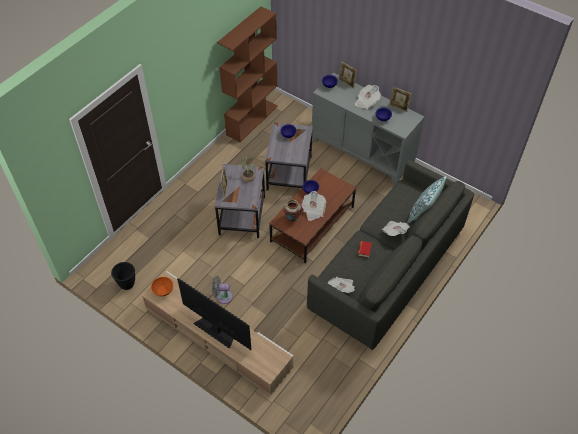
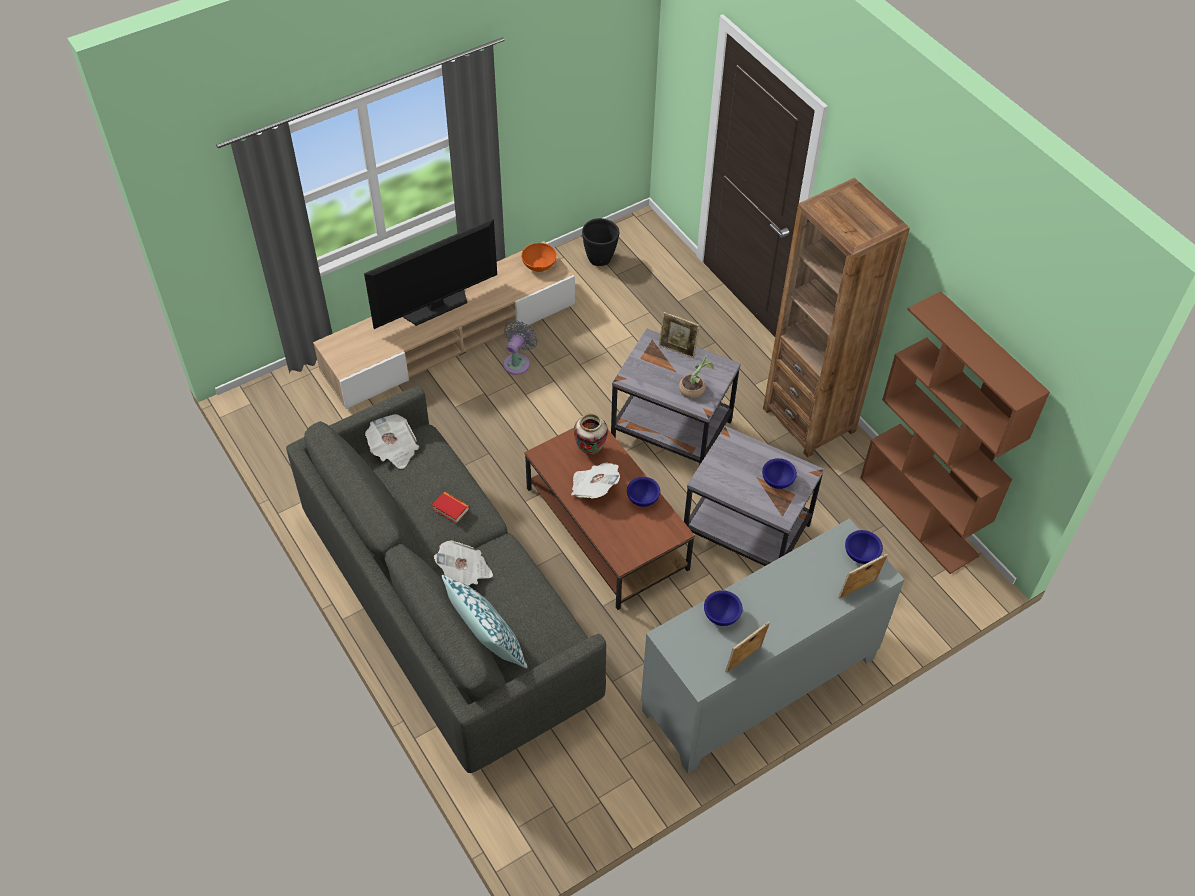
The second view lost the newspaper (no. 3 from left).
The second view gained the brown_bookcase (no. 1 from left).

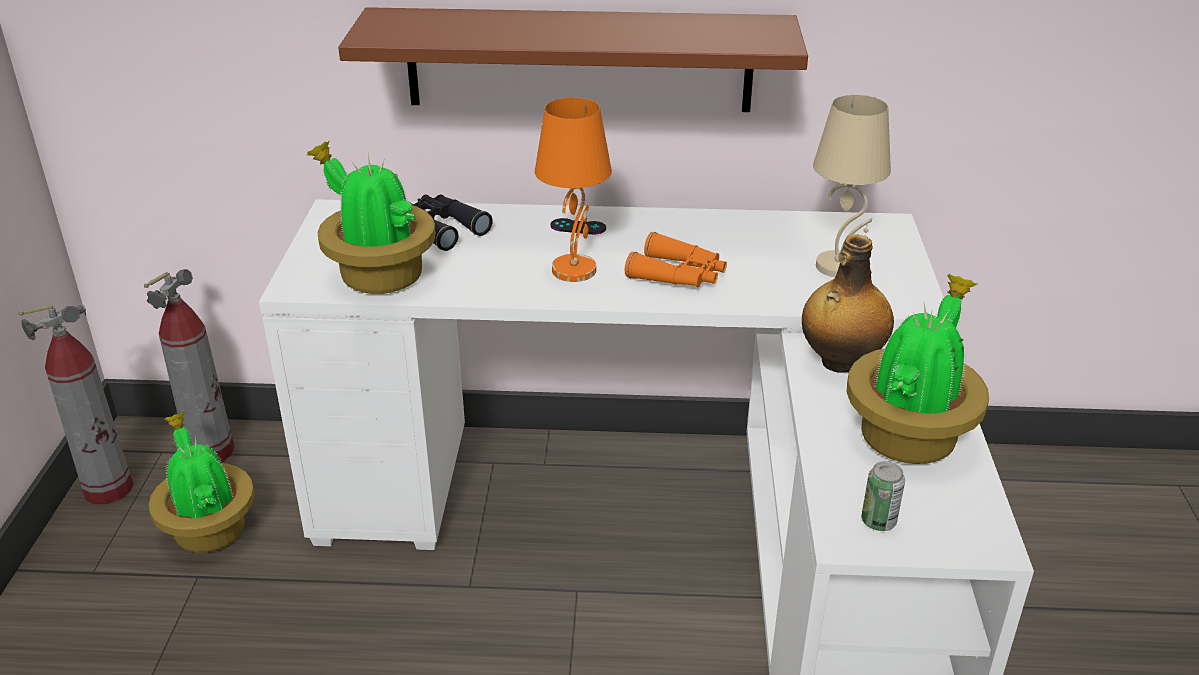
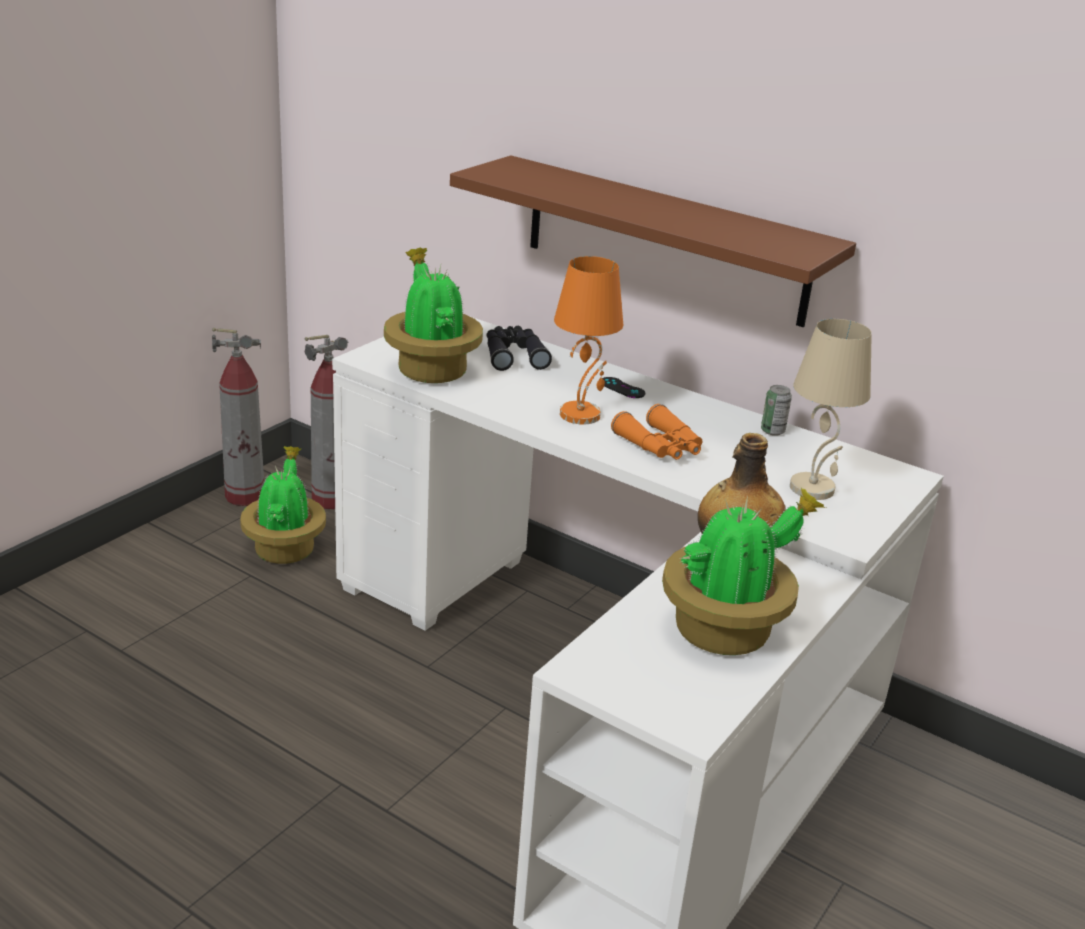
The can ended up elsewhere.

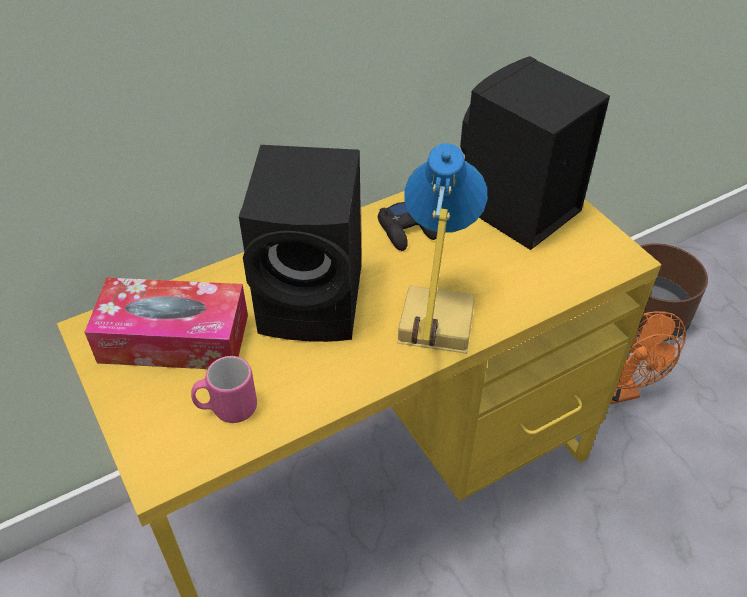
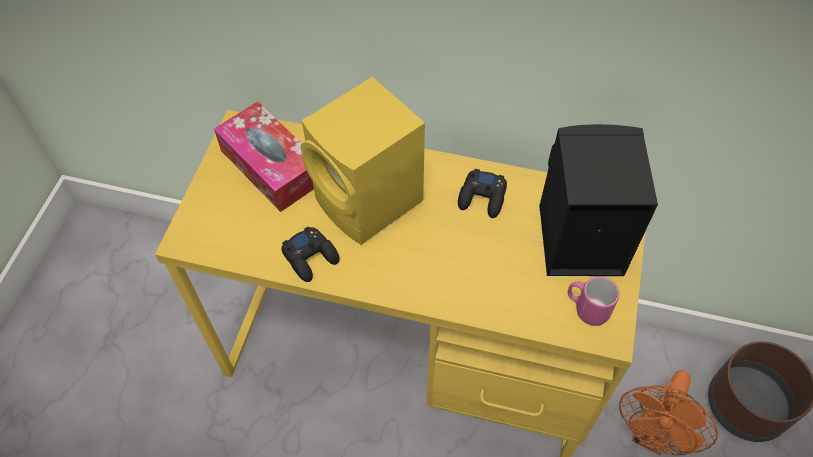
The pink_mug ended up elsewhere.
What was the black_speaker (no. 1 from left) turned into the yellow_speaker.
The second view lost the table_lamp.
The second view gained the black_game_controller (no. 1 from left).

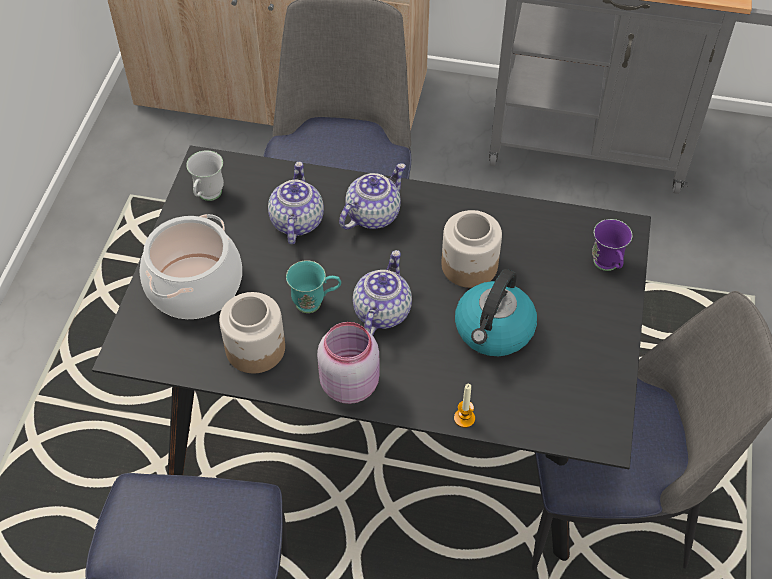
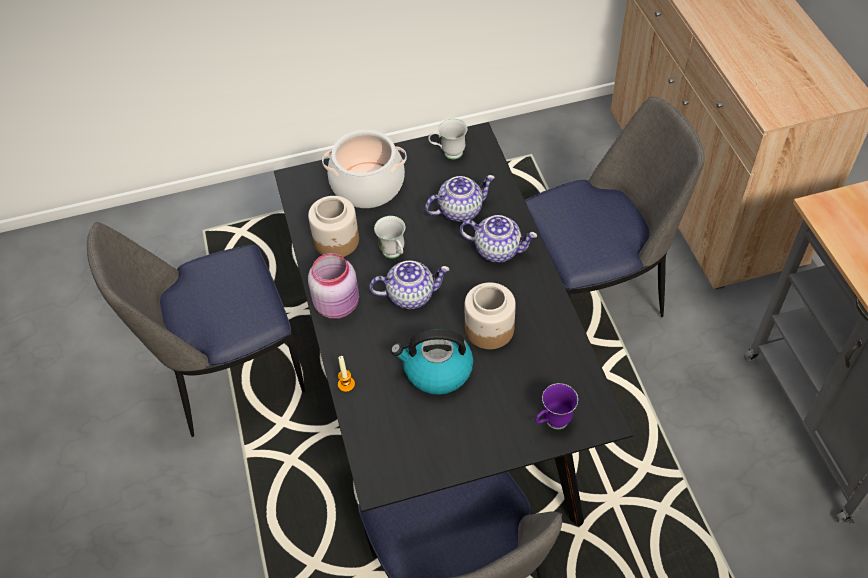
What was the turquoise_mug turned into the white_mug (no. 1 from left).

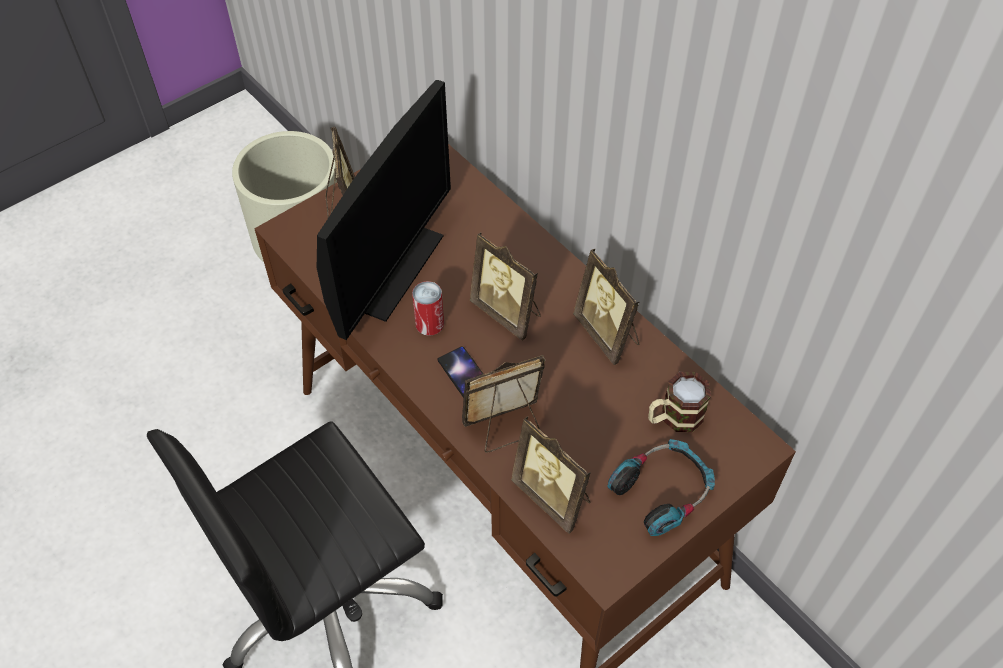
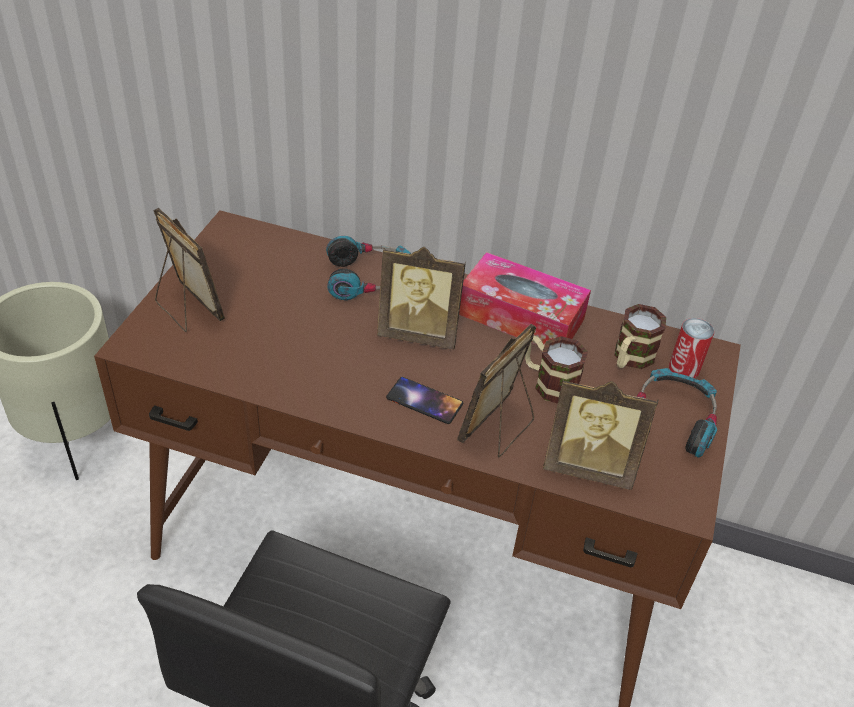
The second view lost the monitor.
The can ended up elsewhere.
Where the picture_frame (no. 5 from left) stood, the tissue_box came to stand.
The second view gained the headphones (no. 1 from left).
The second view gained the mug (no. 1 from left).

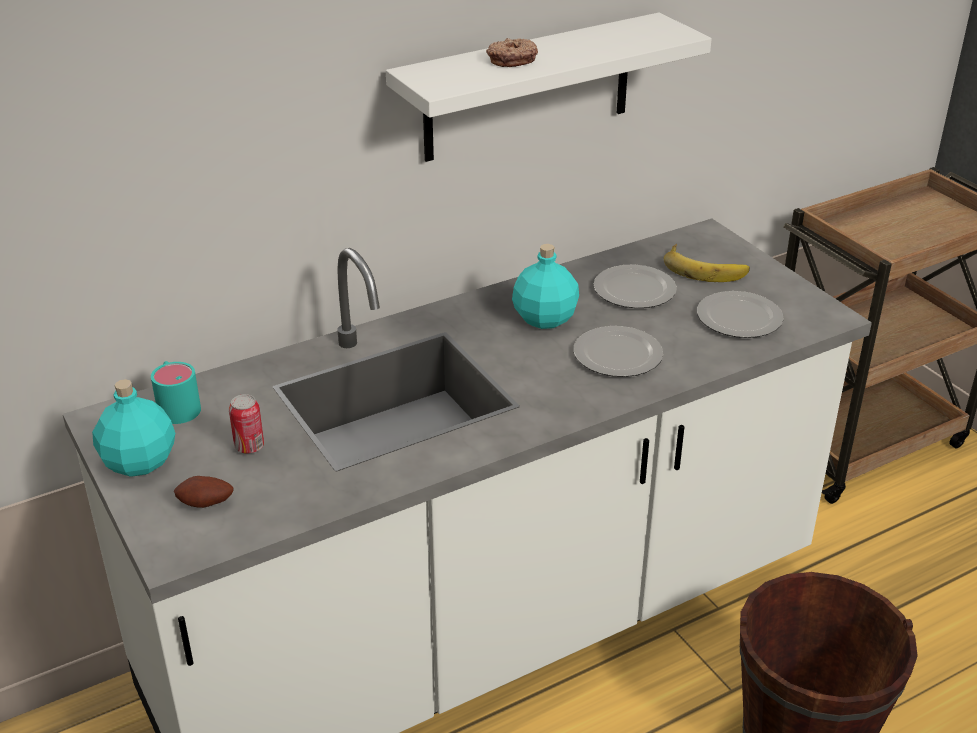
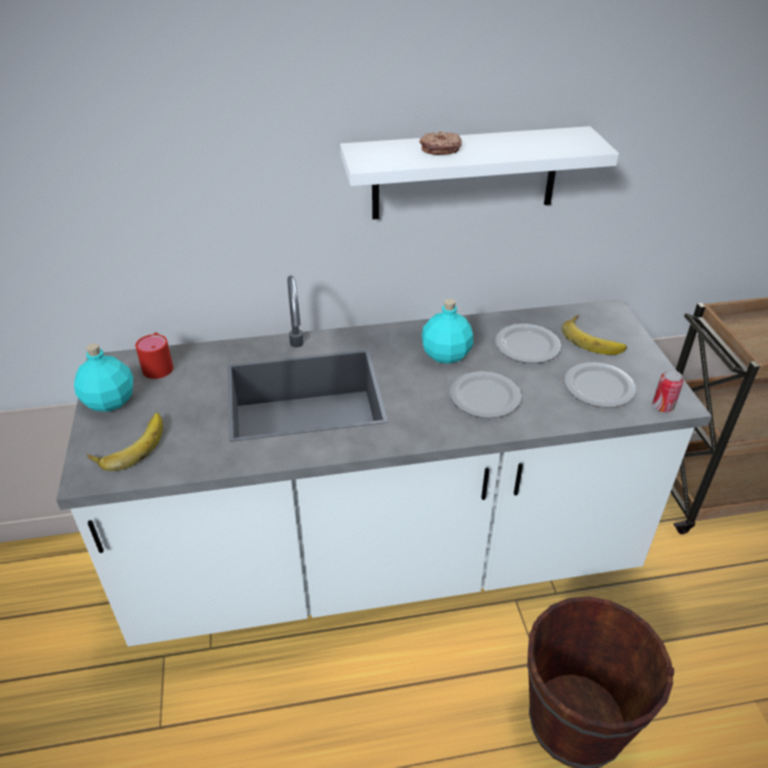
What was the turquoise_mug turned into the red_mug.
Where the potato stood, the banana (no. 1 from left) came to stand.
The can ended up elsewhere.

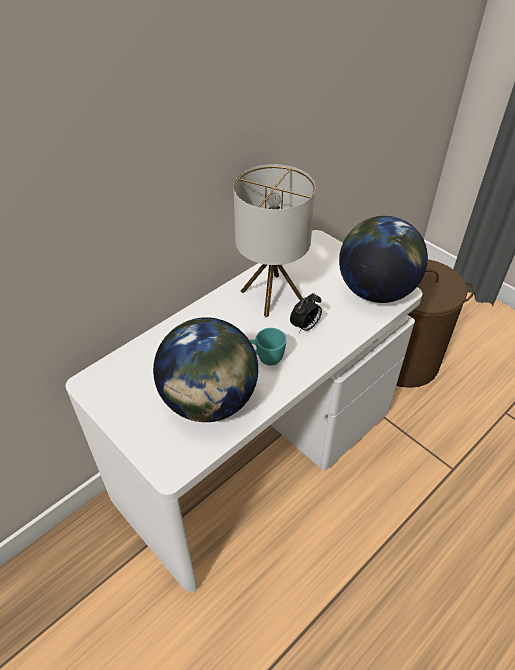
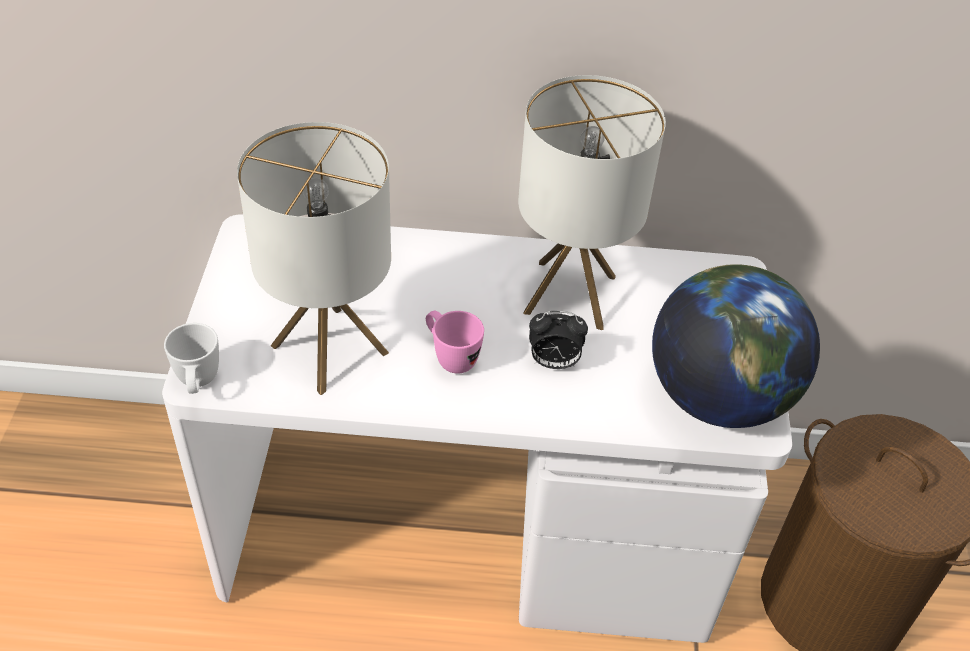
Where the globe (no. 1 from left) stood, the table_lamp (no. 1 from left) came to stand.
What was the turquoise_mug turned into the pink_mug.
The second view gained the white_mug.

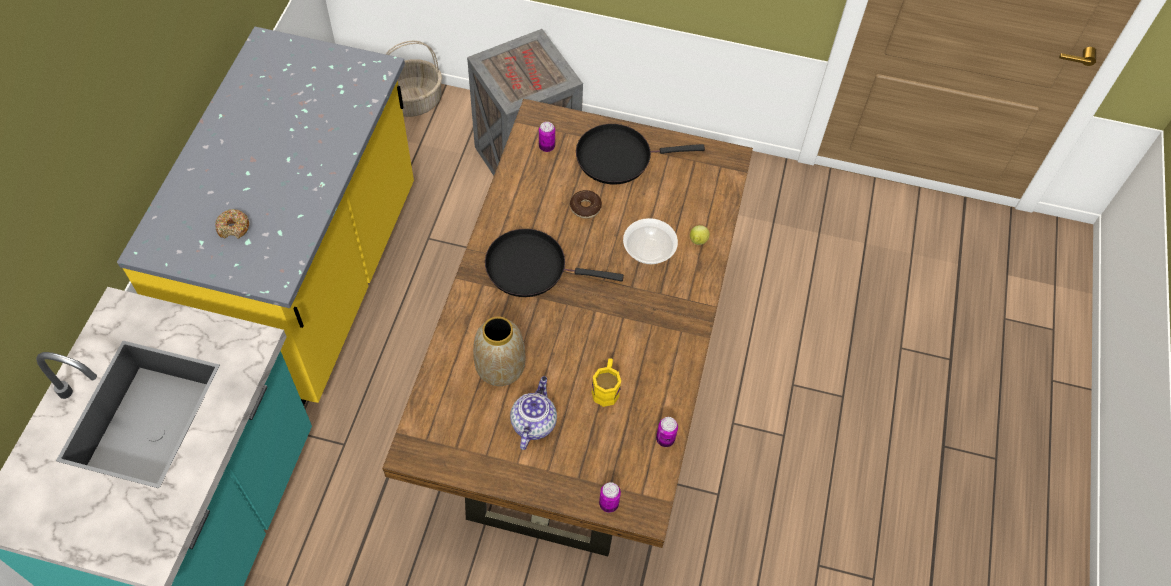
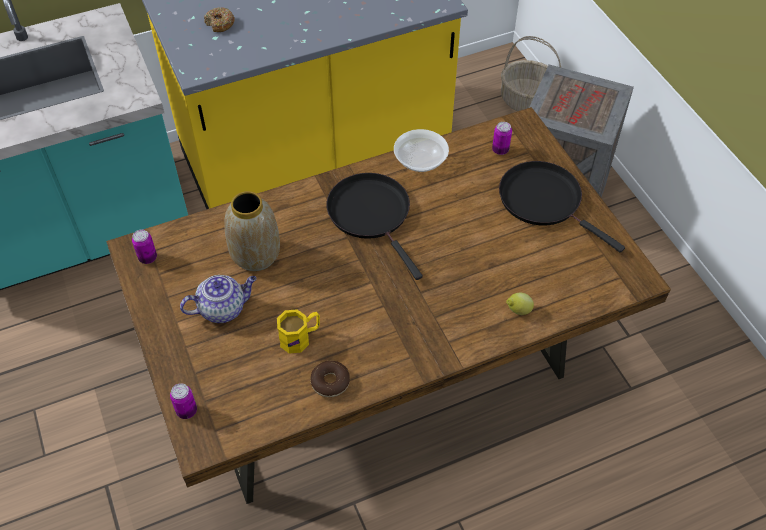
The donut (no. 2 from left) ended up elsewhere.
The bowl ended up elsewhere.
The can (no. 3 from left in the first image) ended up elsewhere.

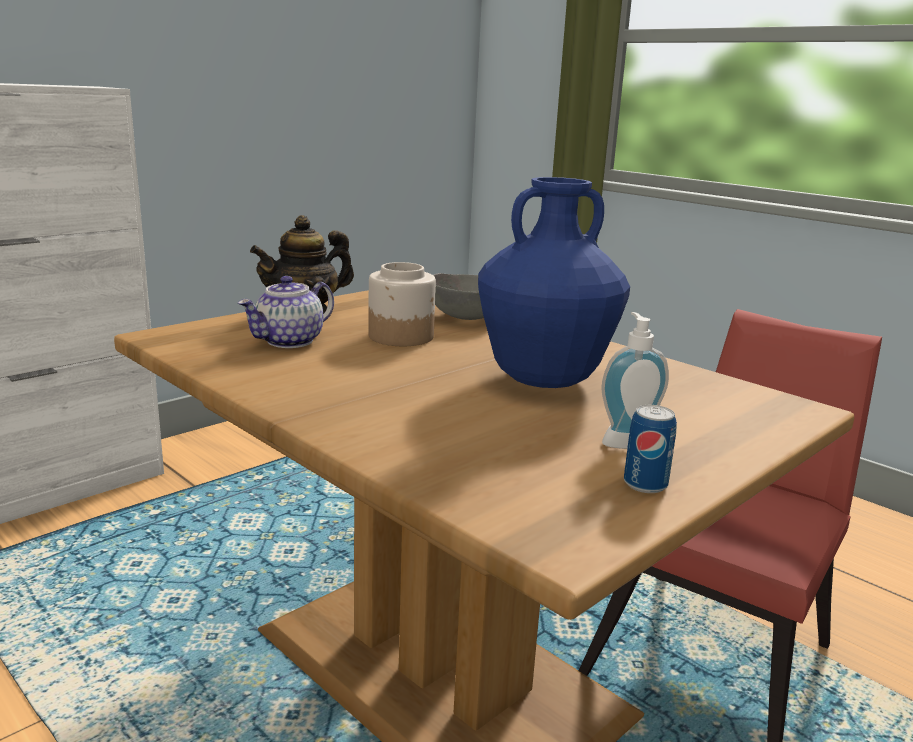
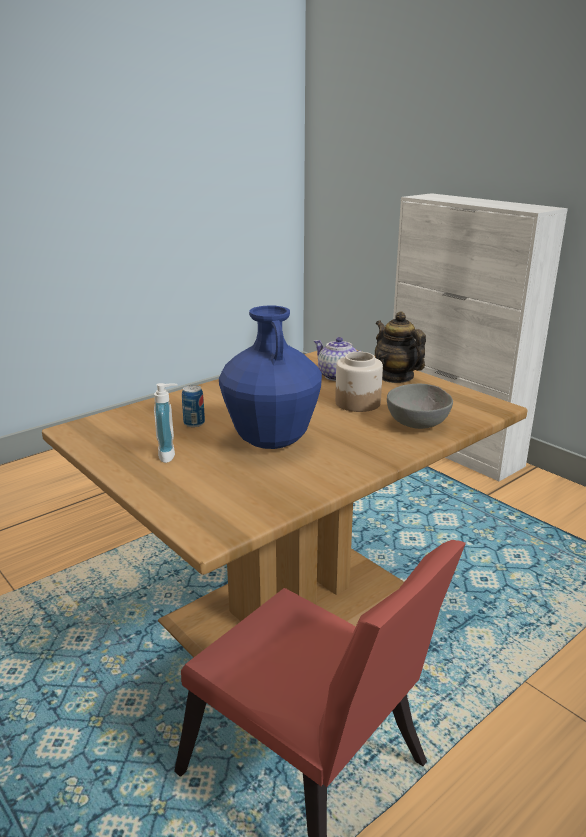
The can ended up elsewhere.

